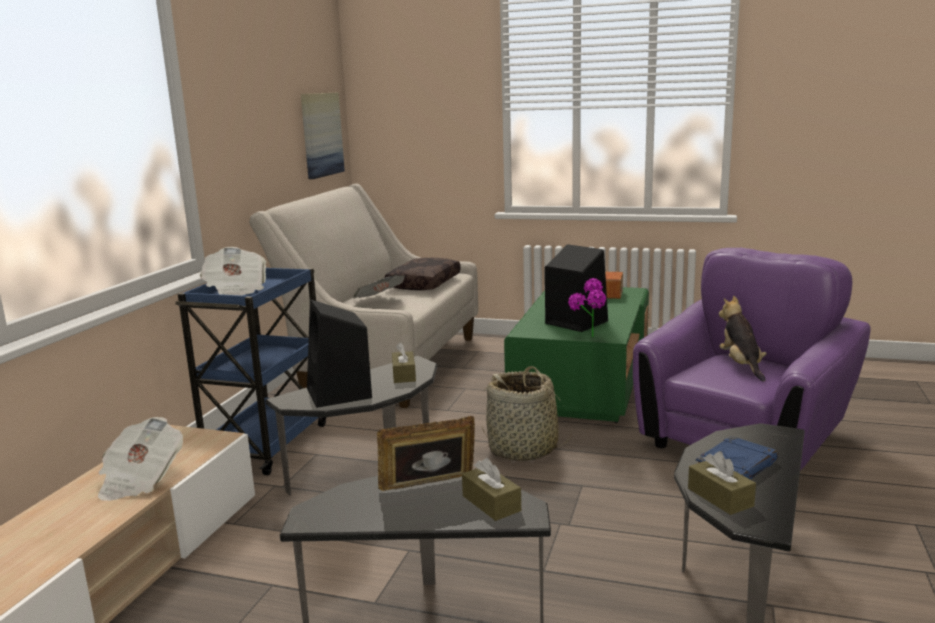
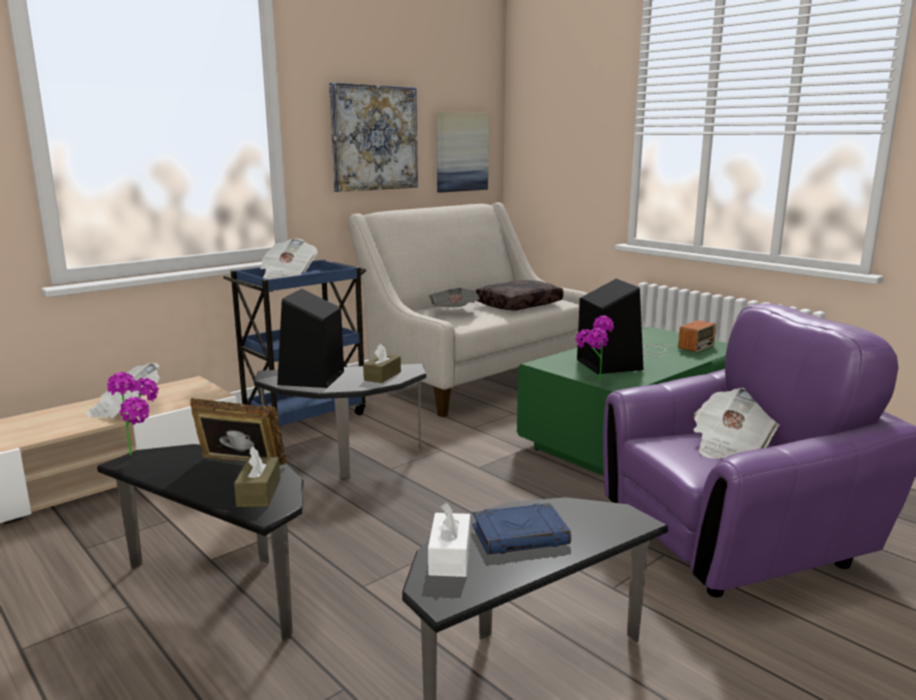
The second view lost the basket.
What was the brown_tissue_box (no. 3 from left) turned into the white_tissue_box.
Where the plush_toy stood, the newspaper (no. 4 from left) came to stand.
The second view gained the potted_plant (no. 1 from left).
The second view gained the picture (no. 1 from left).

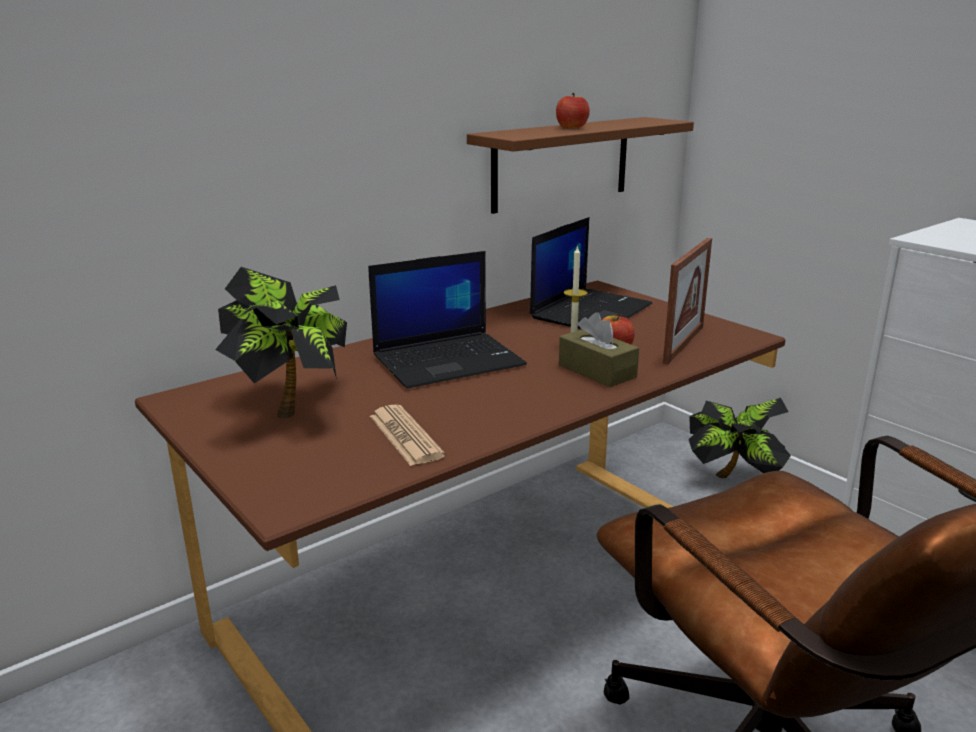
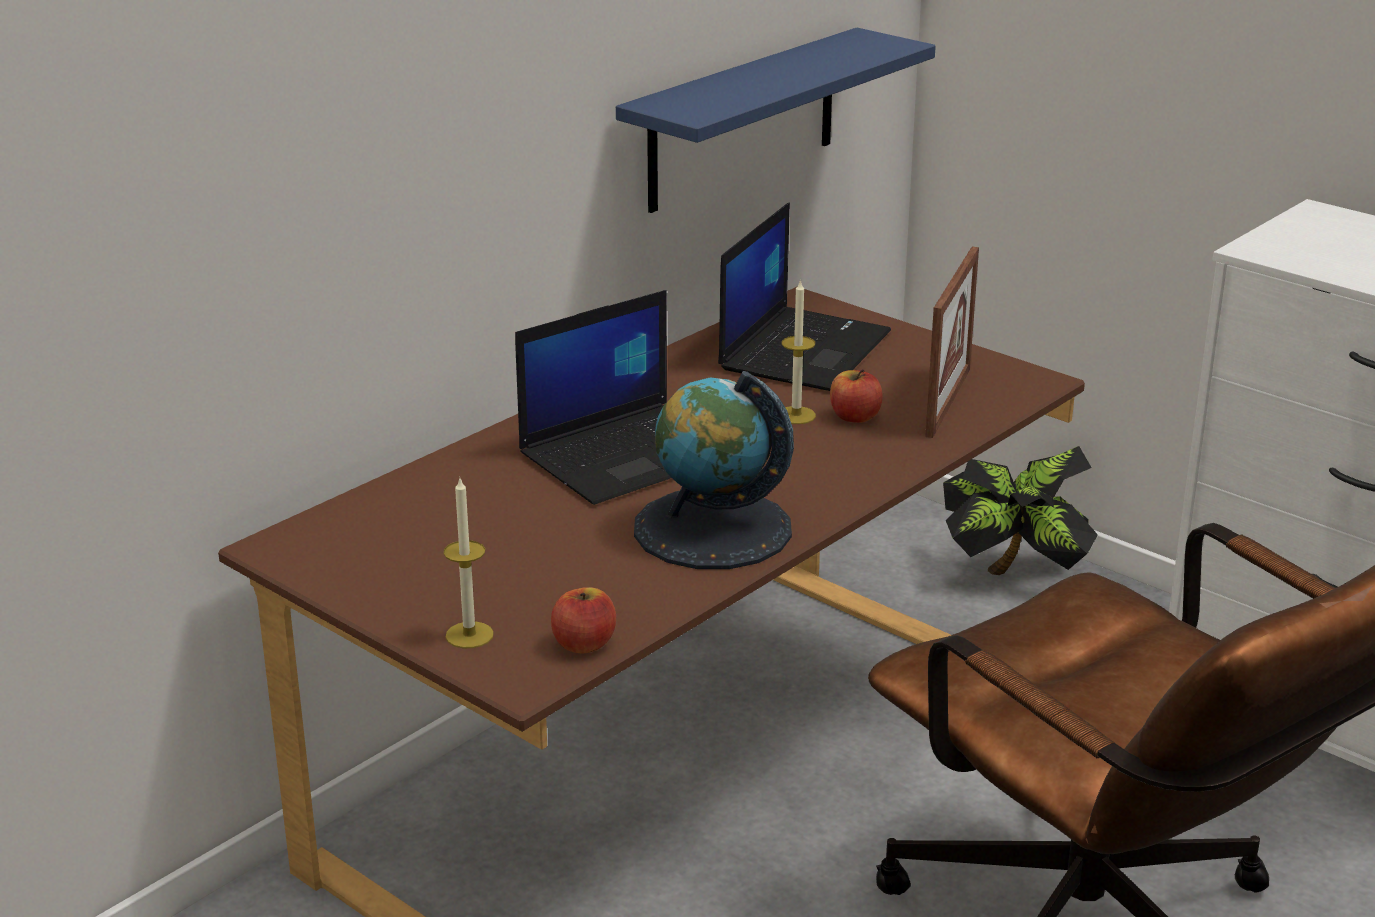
The second view lost the potted_plant (no. 1 from left).
The second view lost the newspaper.
What was the brown_shelf turned into the blue_shelf.
The apple (no. 1 from left) ended up elsewhere.
The second view lost the brown_tissue_box.
The second view gained the candle (no. 1 from left).
The second view gained the globe.

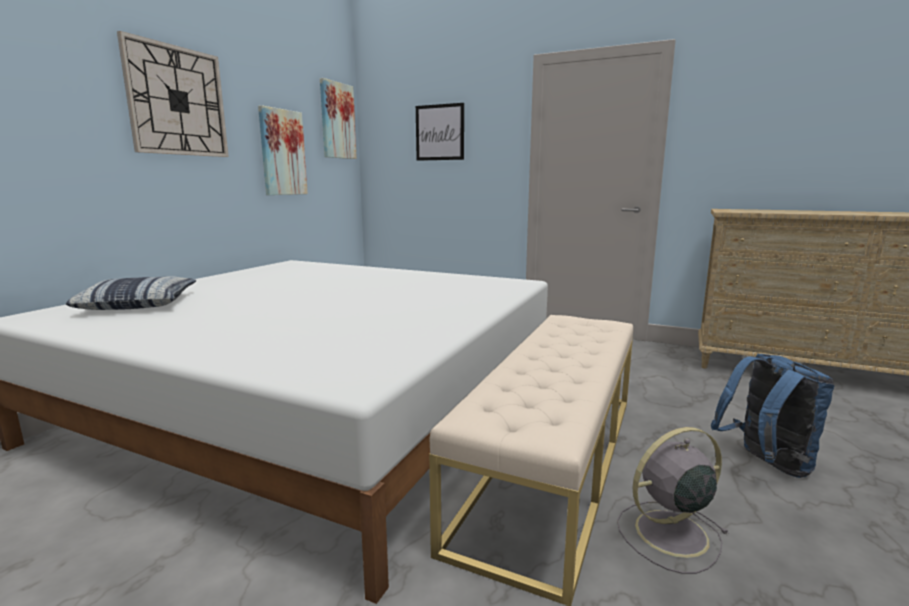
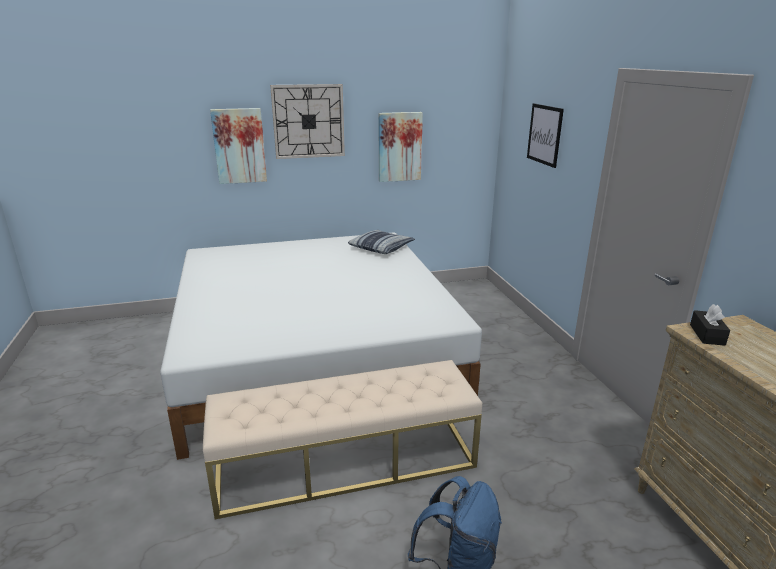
The pillow ended up elsewhere.
The picture (no. 2 from left in the first image) ended up elsewhere.
The second view lost the grey_fan.
The second view gained the black_tissue_box.

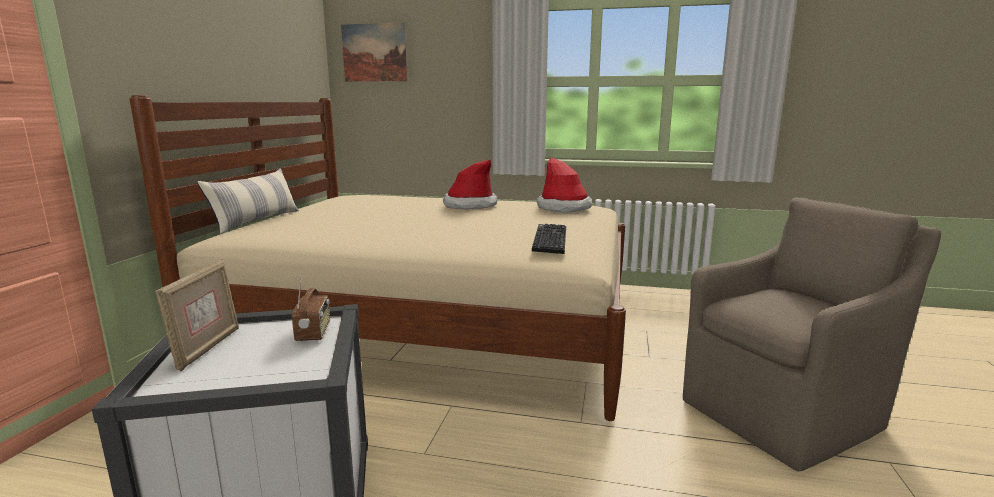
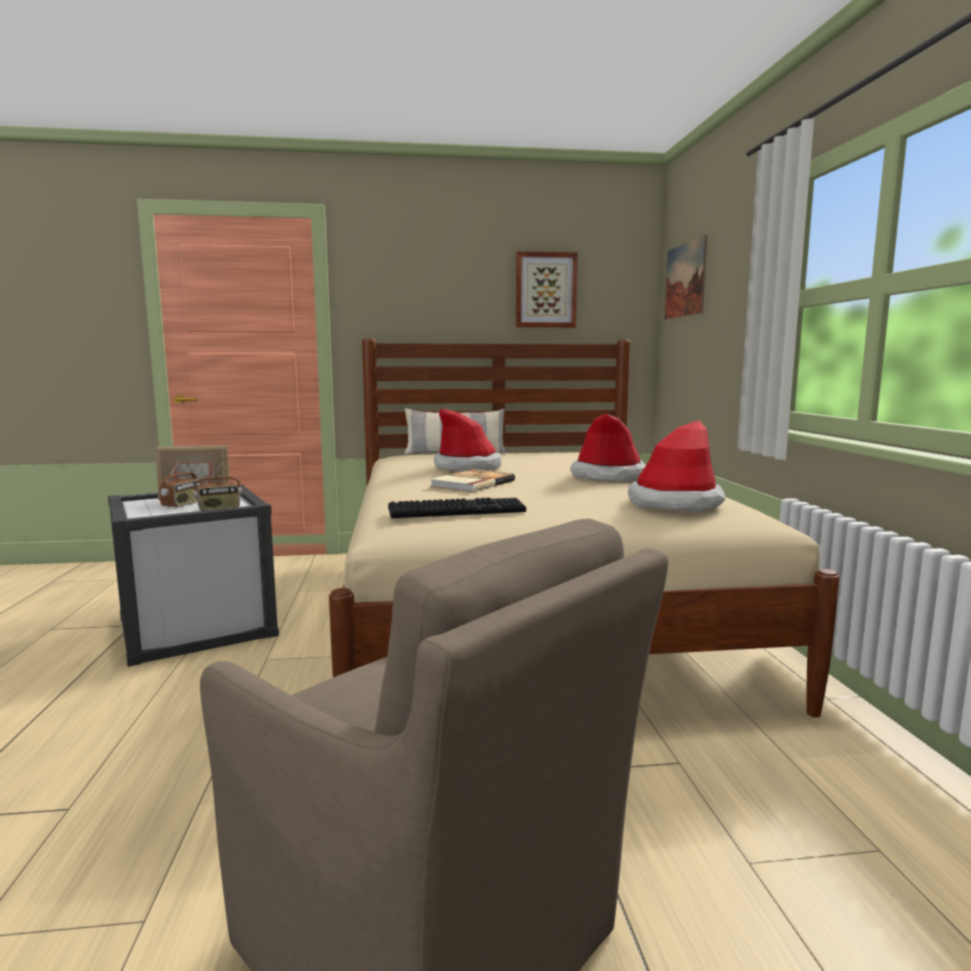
The second view gained the radio (no. 1 from left).
The second view gained the book.
The second view gained the hat (no. 1 from left).
The second view gained the picture (no. 1 from left).

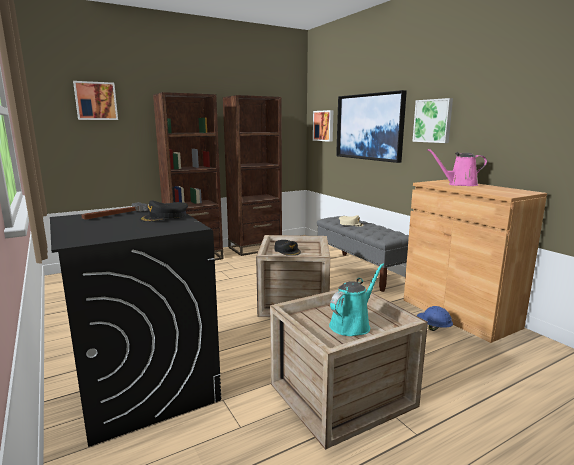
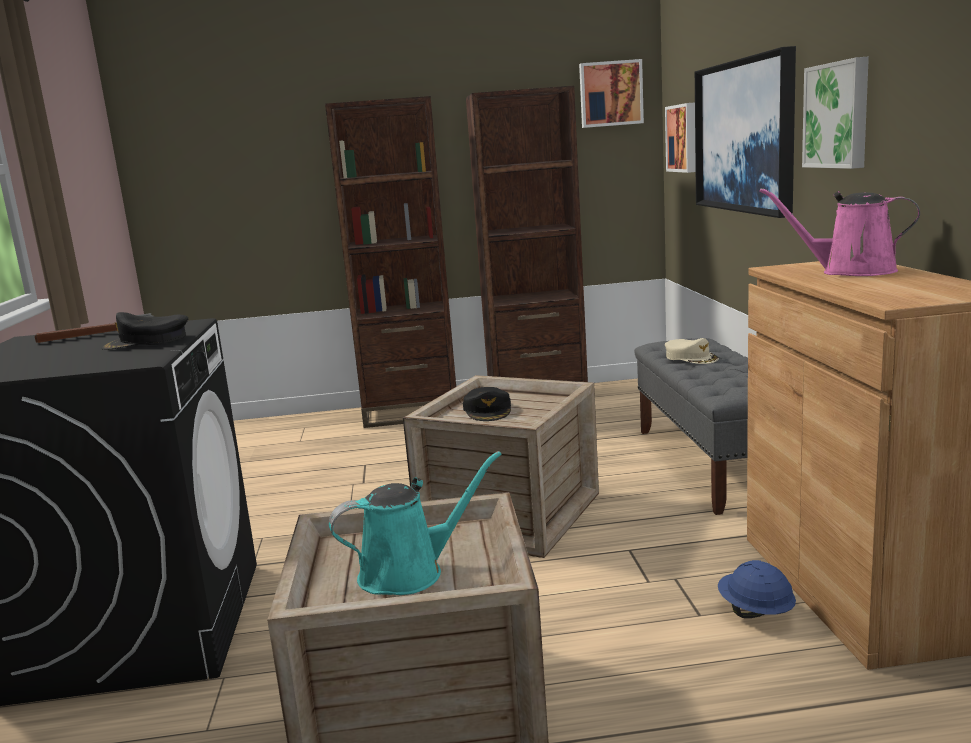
The picture (no. 1 from left) ended up elsewhere.

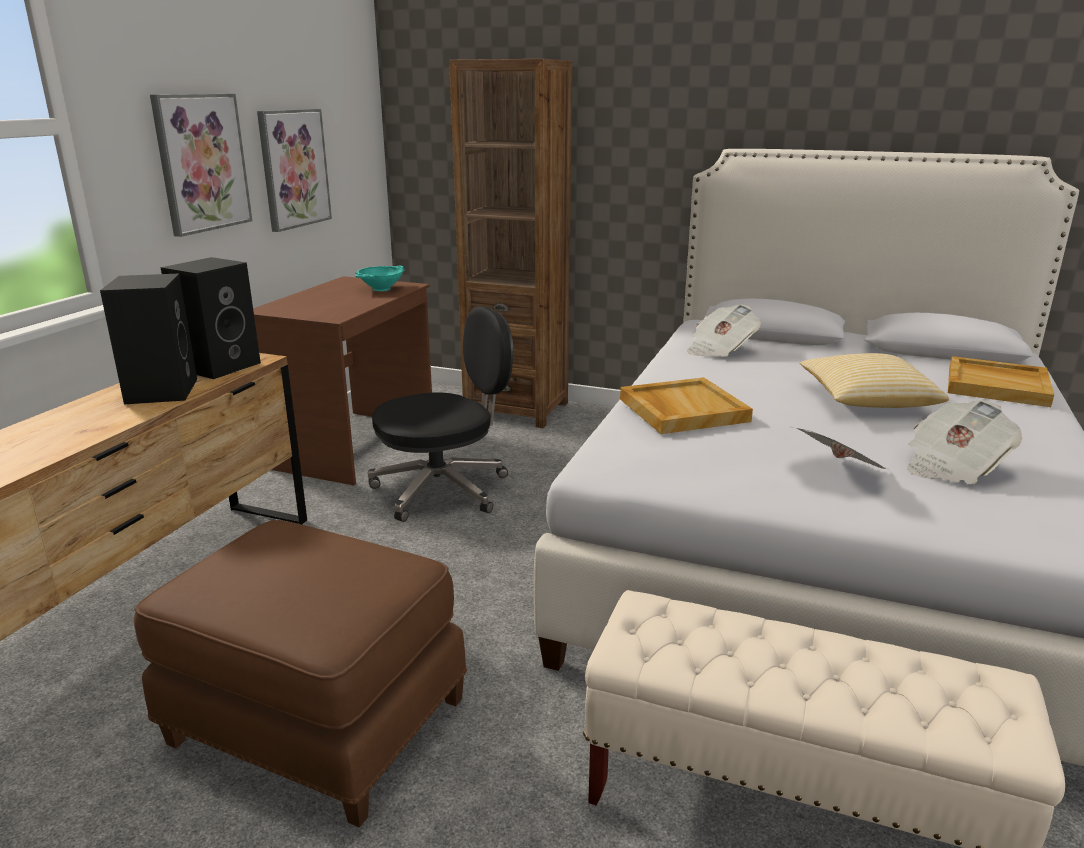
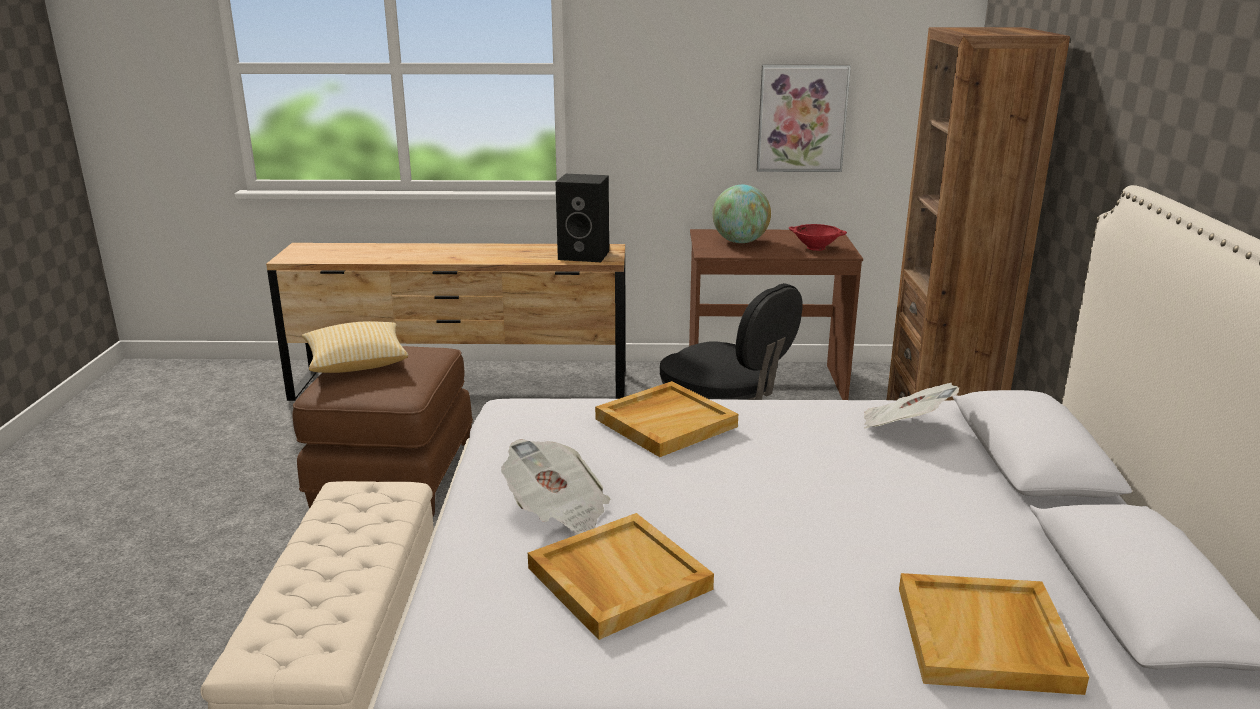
The second view lost the black_speaker (no. 1 from left).
The second view lost the picture (no. 1 from left).
What was the turquoise_bowl turned into the red_bowl.
The pillow ended up elsewhere.
Where the newspaper (no. 3 from left) stood, the beige_tray (no. 1 from left) came to stand.
The second view gained the globe.

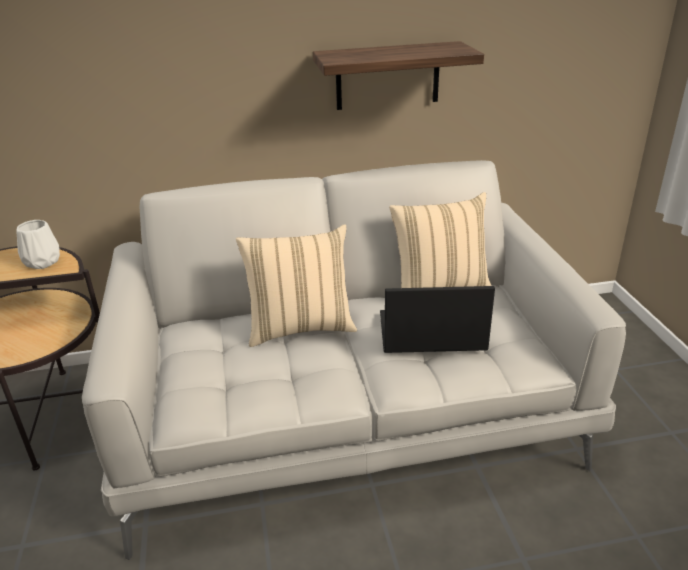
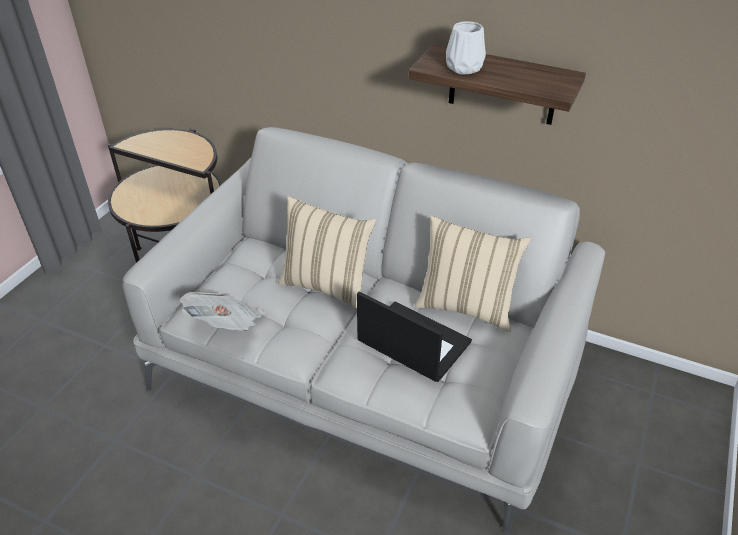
The white_vase ended up elsewhere.
The second view gained the newspaper.

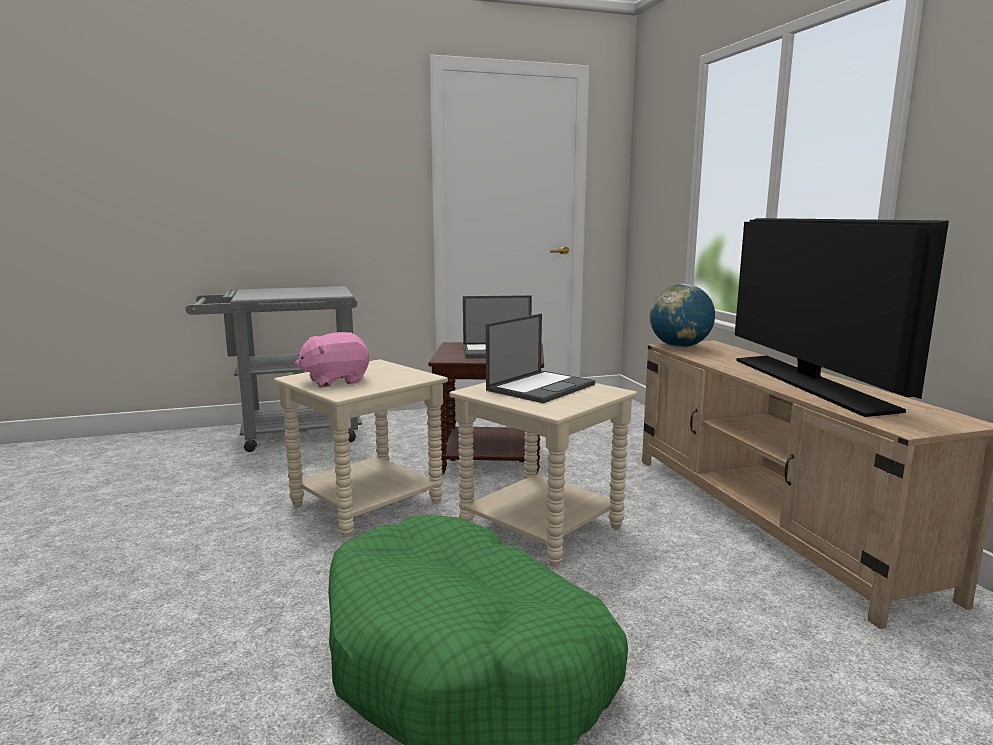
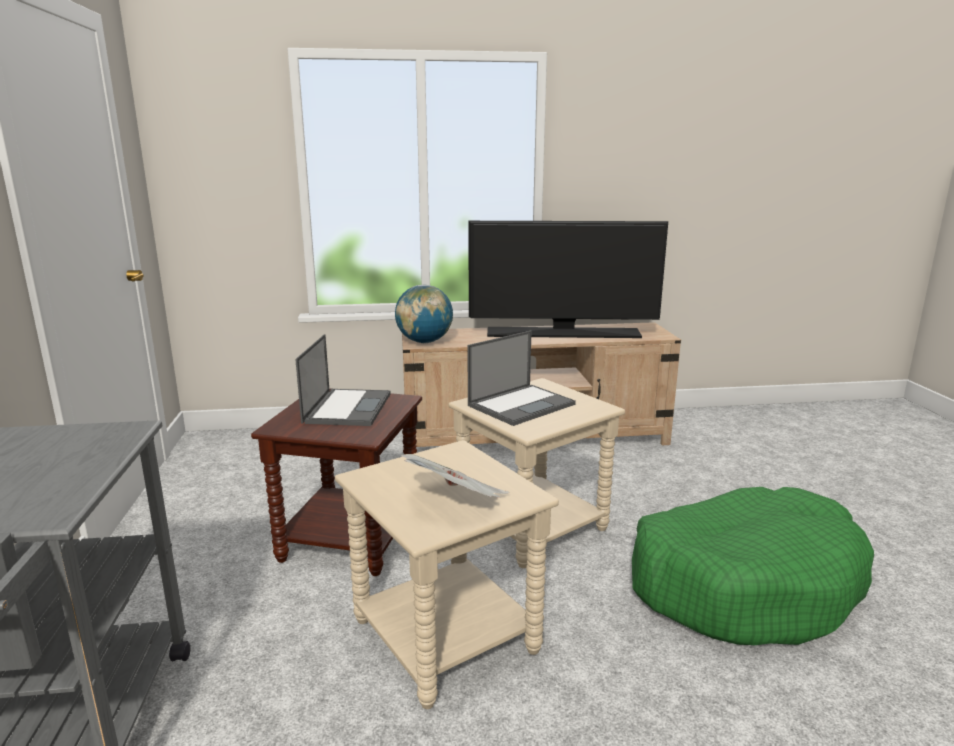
Where the pink_plush_toy stood, the newspaper came to stand.
The laptop (no. 2 from left) ended up facing another way, 90 degrees clockwise from before.

